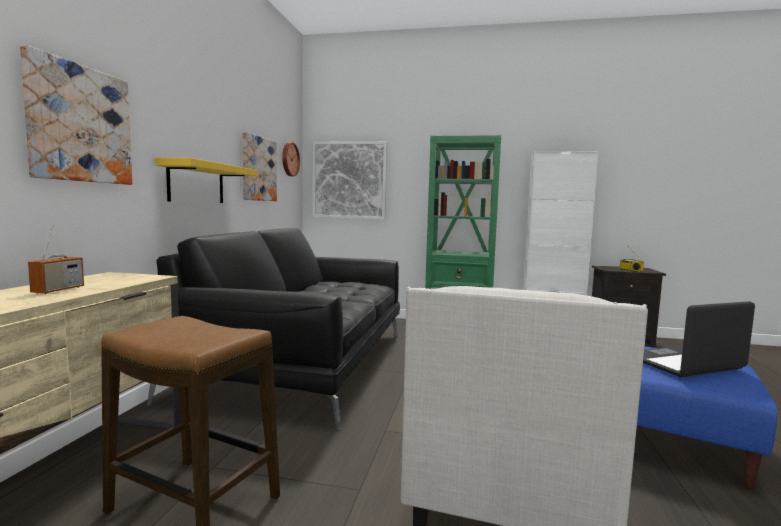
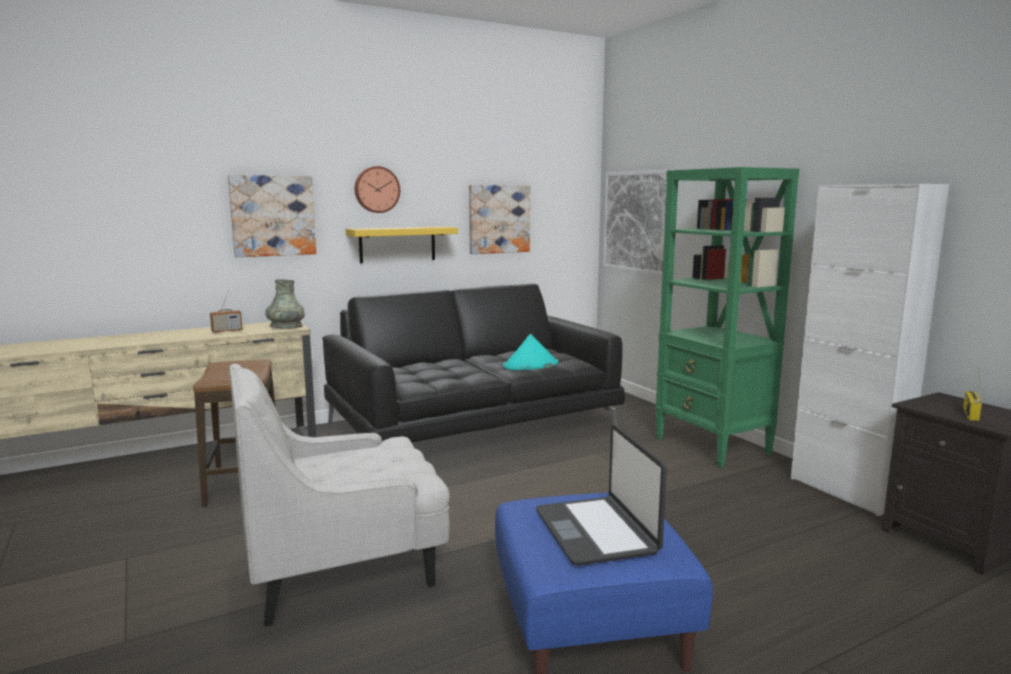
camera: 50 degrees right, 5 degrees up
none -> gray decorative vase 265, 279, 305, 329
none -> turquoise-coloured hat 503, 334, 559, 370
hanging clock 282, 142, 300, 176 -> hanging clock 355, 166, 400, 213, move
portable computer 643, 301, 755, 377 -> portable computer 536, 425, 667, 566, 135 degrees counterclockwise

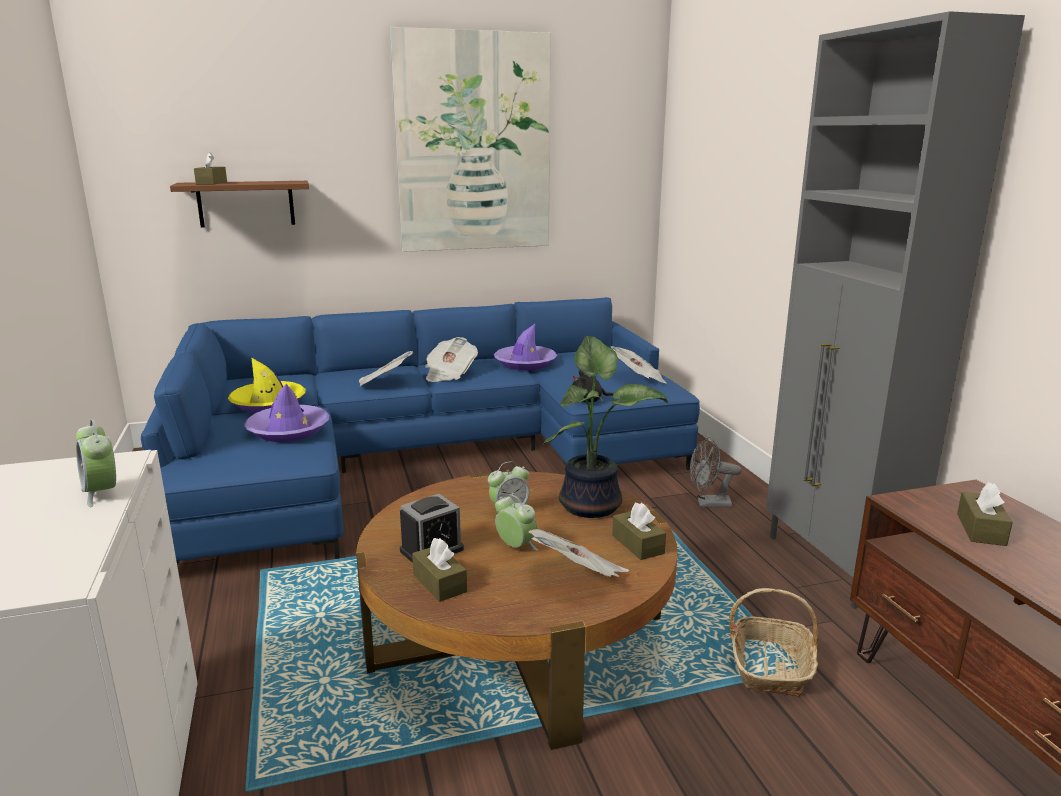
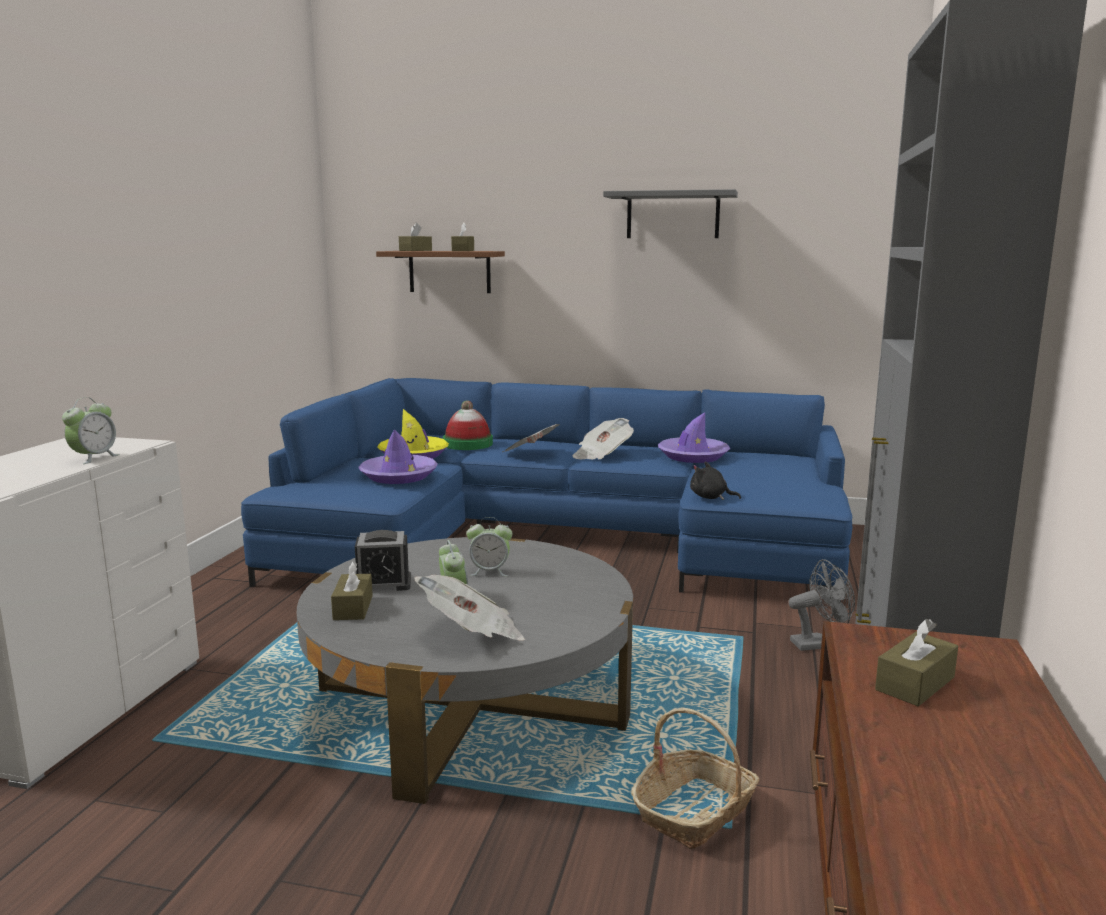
camera: 30 degrees right, 5 degrees down
plant in a pot 543, 336, 668, 518 -> none
printed paper 611, 346, 666, 383 -> none
none -> hat 443, 400, 493, 450
brown-coloured tissue holder 612, 503, 666, 560 -> brown-coloured tissue holder 451, 223, 474, 251, move
wall picture 389, 27, 551, 252 -> gray shelf 603, 189, 738, 238
brown-coloured coffee table 356, 472, 678, 750 -> gray coffee table 297, 537, 633, 804
alarm clock 76, 420, 116, 507 -> alarm clock 62, 397, 120, 464, 150 degrees counterclockwise
gray fan 690, 437, 742, 508 -> gray fan 789, 559, 855, 651, 135 degrees clockwise

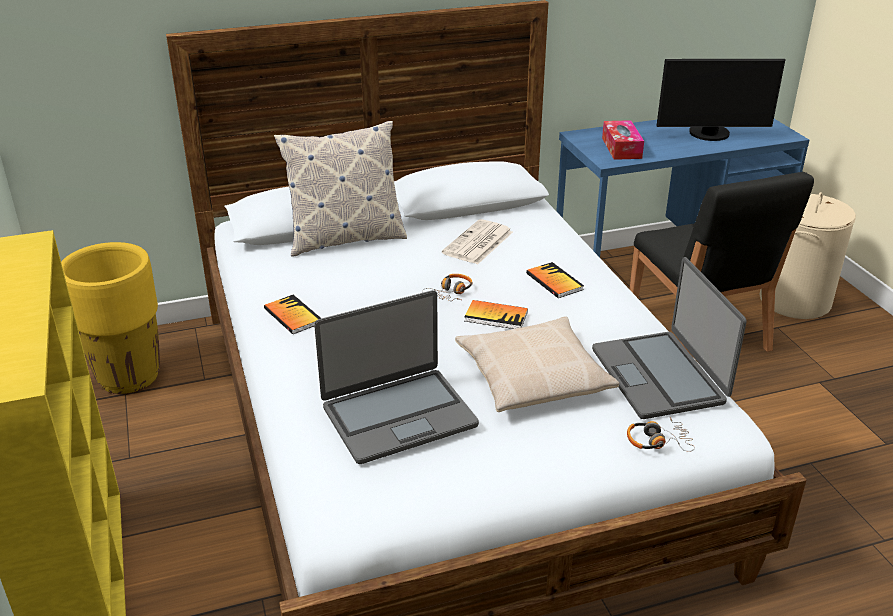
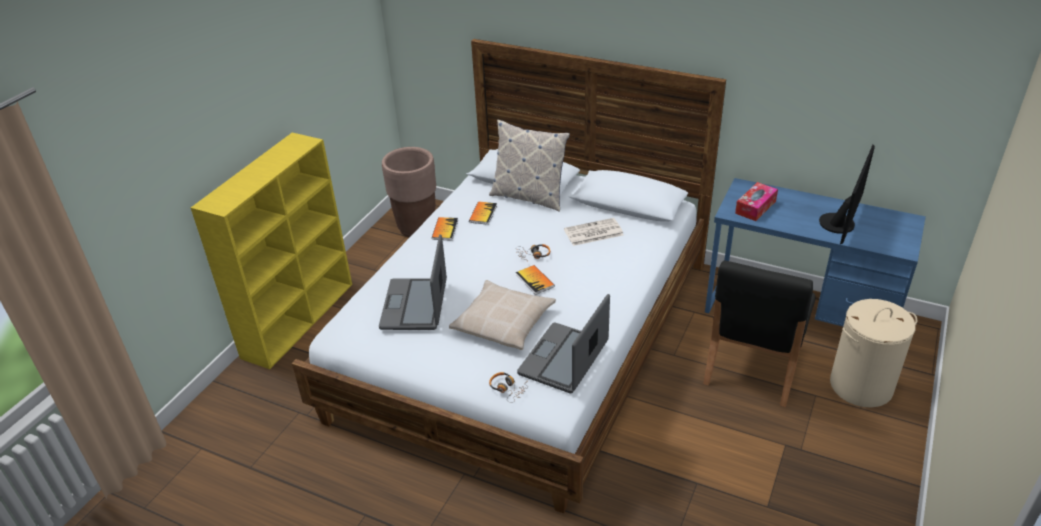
camera: 45 degrees right, 5 degrees up
bound book 526, 262, 584, 298 -> bound book 469, 201, 497, 225, move
yellow flower pot 61, 242, 160, 394 -> brown-coloured flower pot 382, 147, 436, 237
portable computer 314, 290, 479, 464 -> portable computer 379, 235, 447, 330, 75 degrees clockwise
monitor 656, 59, 786, 141 -> monitor 819, 145, 875, 244, 105 degrees counterclockwise

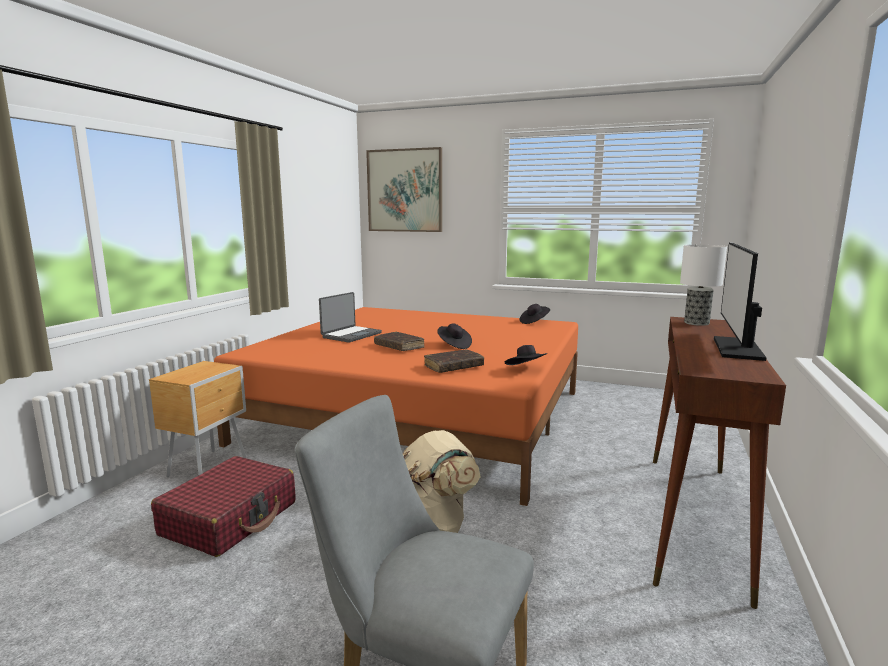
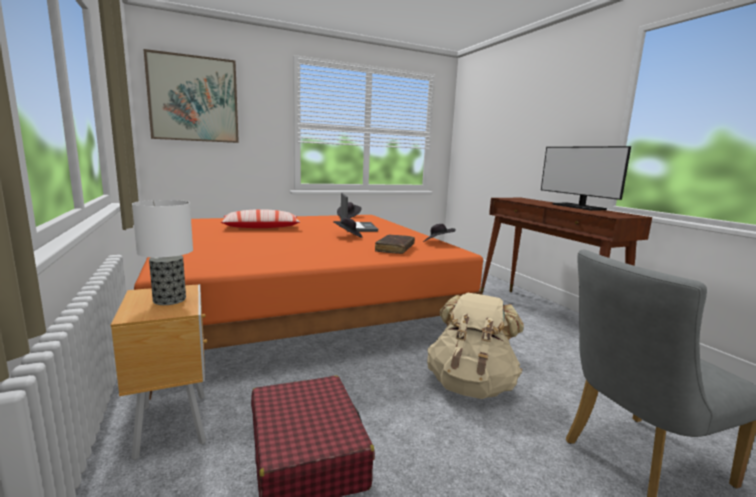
camera: 45 degrees left, 0 degrees up
brown-coloured bound book 374, 332, 425, 351 -> none
none -> cushion 221, 210, 300, 228
portable computer 319, 292, 382, 343 -> portable computer 341, 193, 378, 232, move
table lamp 680, 245, 727, 326 -> table lamp 132, 200, 193, 305, move

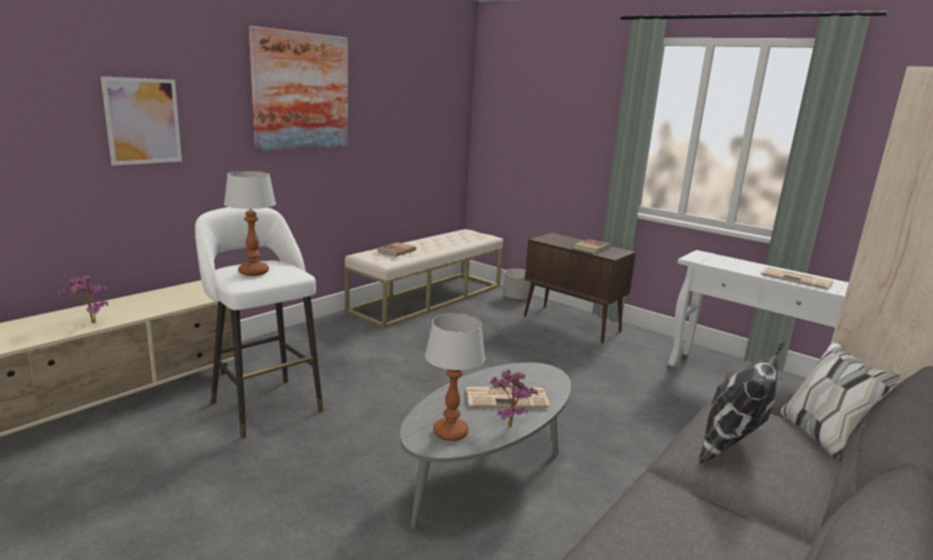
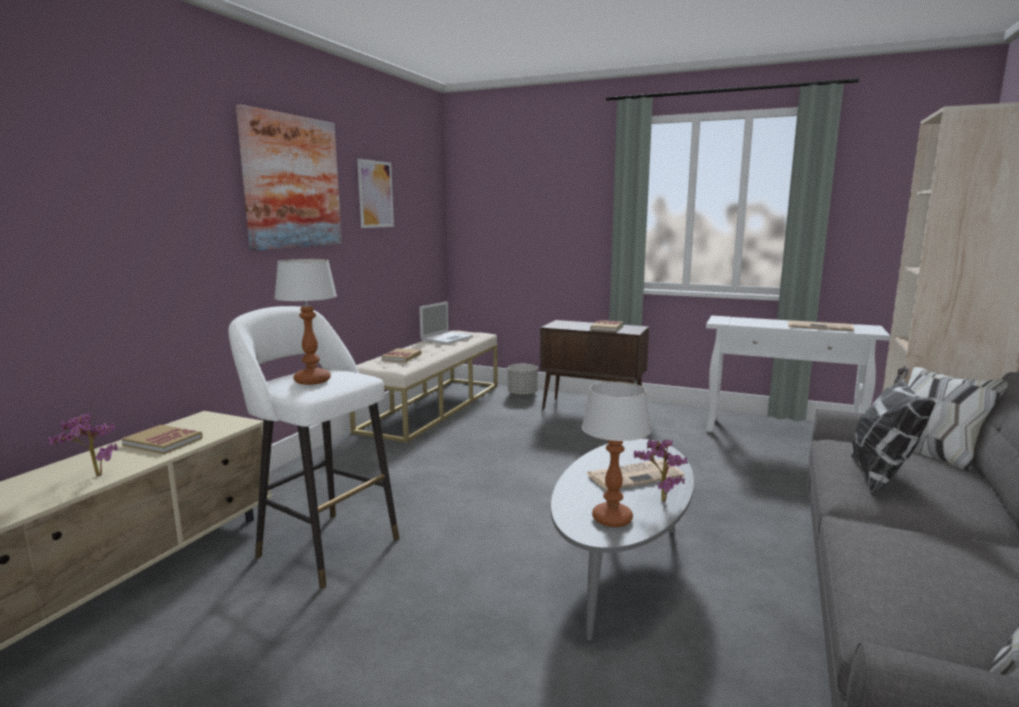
camera: 15 degrees left, 5 degrees down
none -> bound book 122, 425, 203, 454
none -> portable computer 419, 301, 473, 344
wall picture 101, 76, 182, 165 -> wall picture 357, 159, 394, 228, move

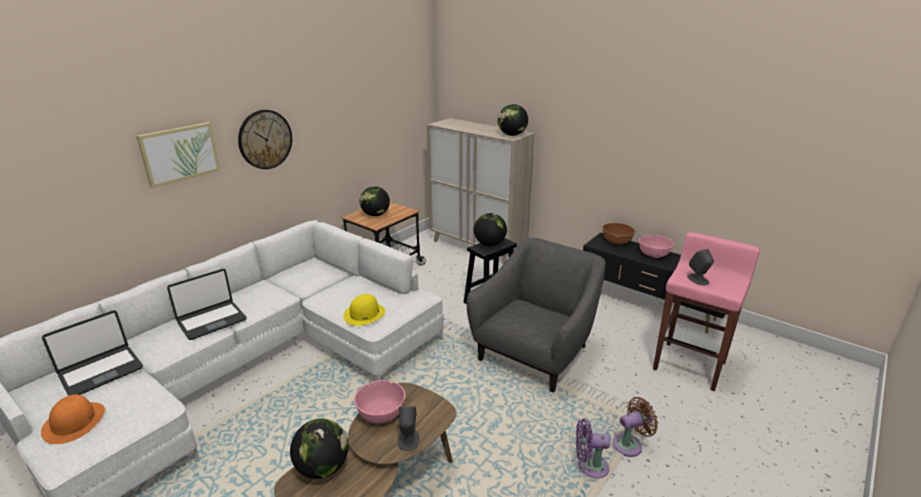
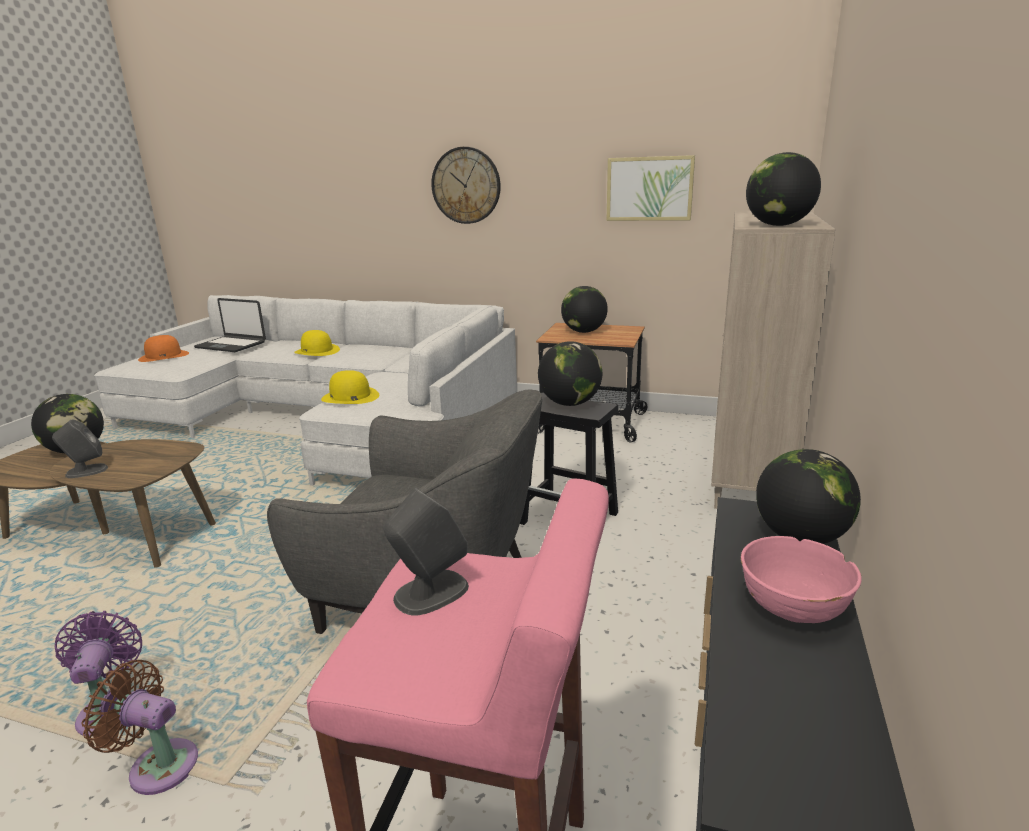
camera: 70 degrees right, 5 degrees down
pink-coloured deep dish 354, 380, 405, 423 -> none
wall picture 136, 122, 220, 188 -> wall picture 606, 155, 695, 221, move
portable computer 167, 269, 247, 340 -> yellow hat 294, 330, 340, 356
brown-coloured deep dish 603, 223, 635, 245 -> world globe 756, 449, 861, 544
brown-coloured fan 612, 397, 658, 457 -> brown-coloured fan 82, 660, 198, 795, 150 degrees clockwise

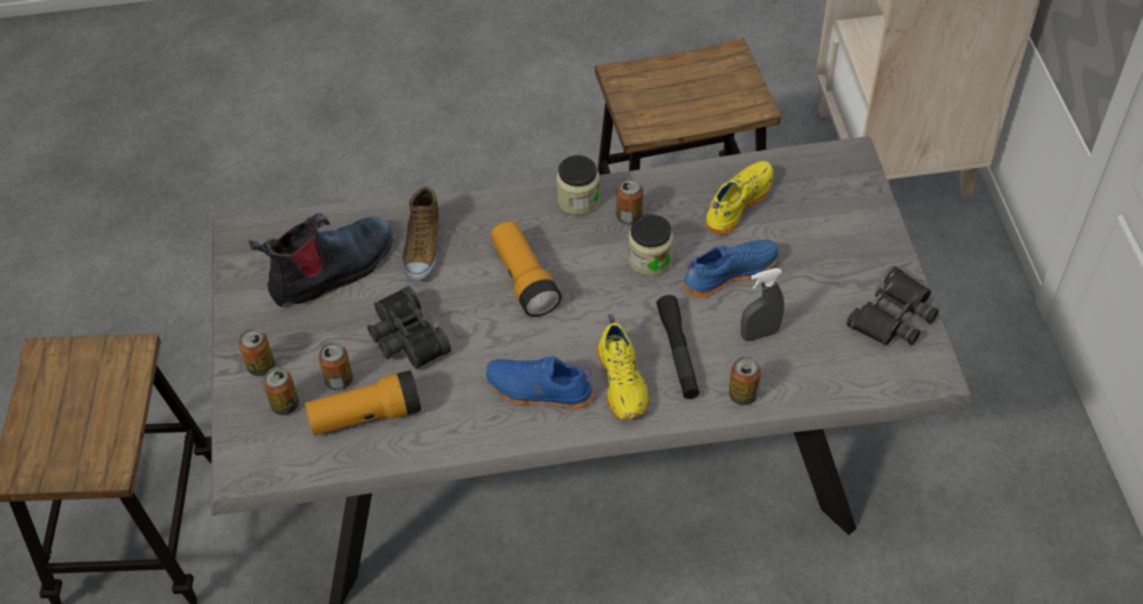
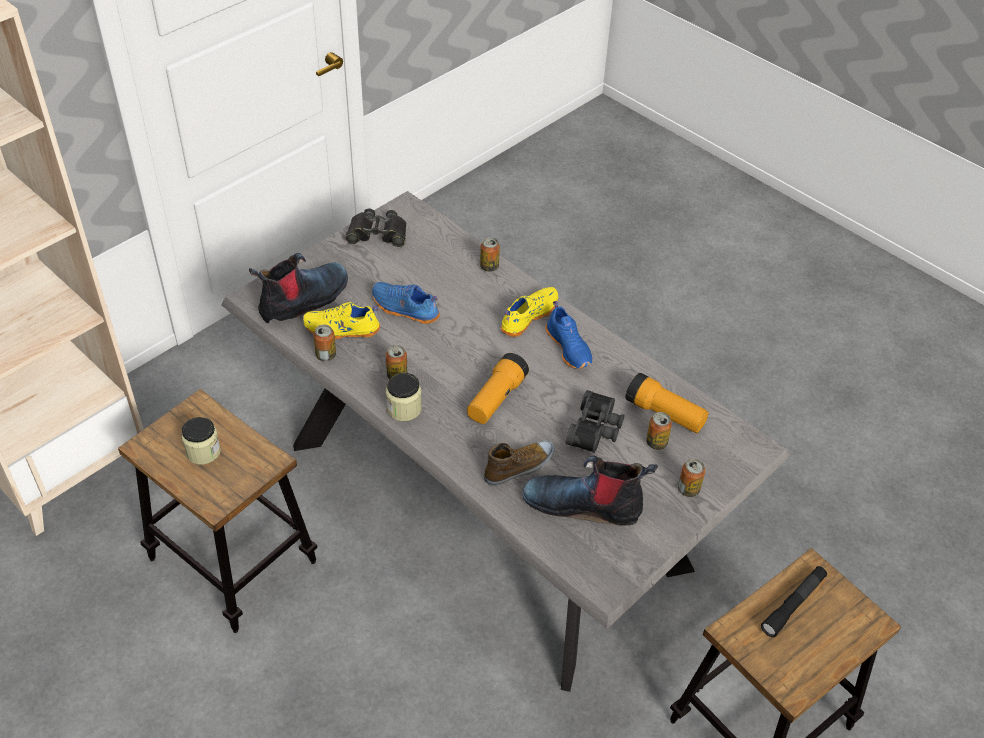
camera: 130 degrees left, 5 degrees down
gray sprayer 741, 268, 784, 341 -> none
none -> high-top boot 249, 253, 348, 323
can 263, 367, 299, 415 -> can 313, 324, 336, 361, move
preserve jar 628, 215, 673, 276 -> preserve jar 181, 417, 221, 465, move
blackish flashlight 656, 295, 700, 399 -> blackish flashlight 761, 566, 827, 637, move

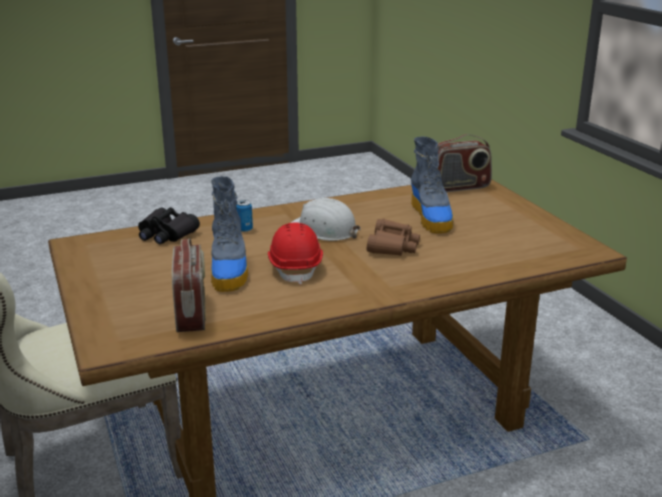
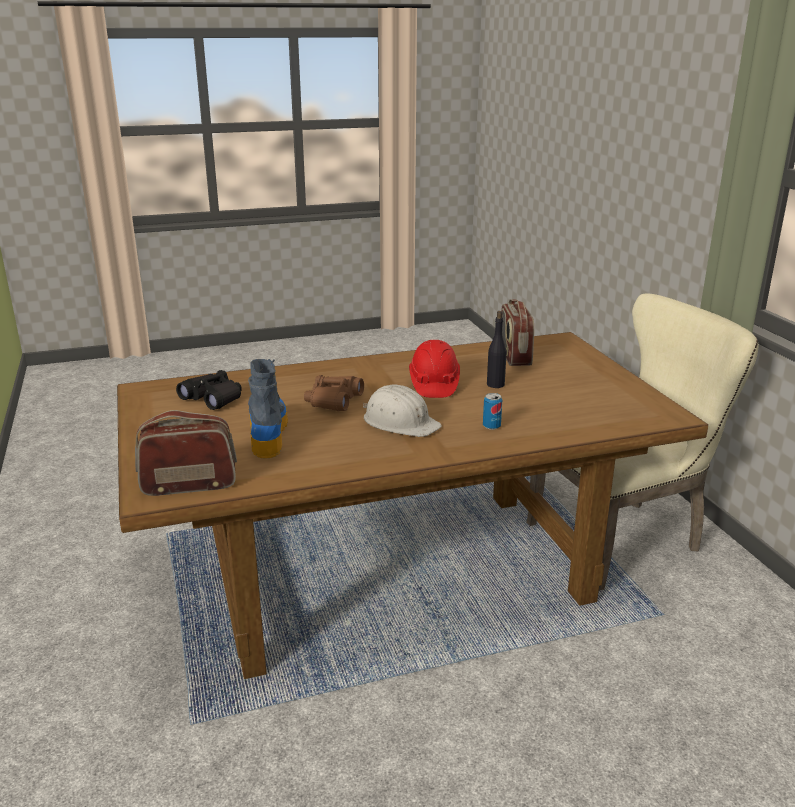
camera: 175 degrees left, 0 degrees up
blackish binoculars 138, 207, 200, 244 -> blackish binoculars 176, 370, 242, 410, move
high-top boot 211, 176, 248, 292 -> blackish bottle 487, 311, 507, 388

